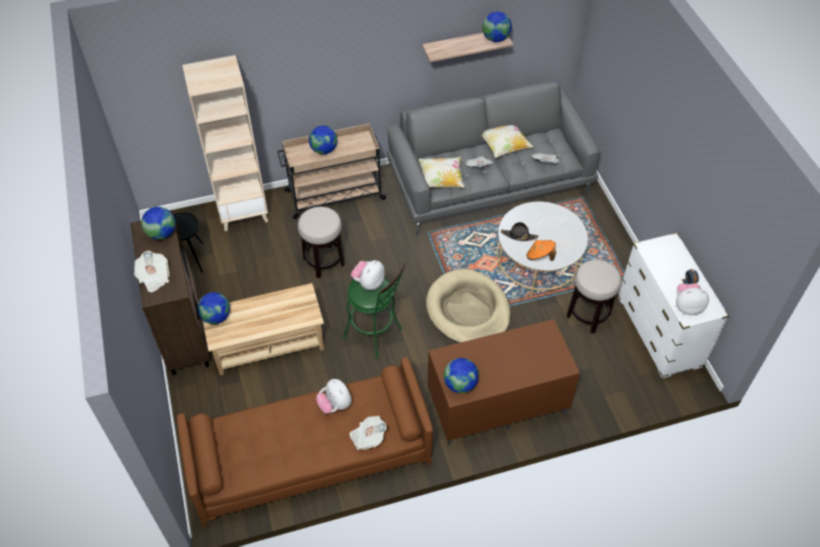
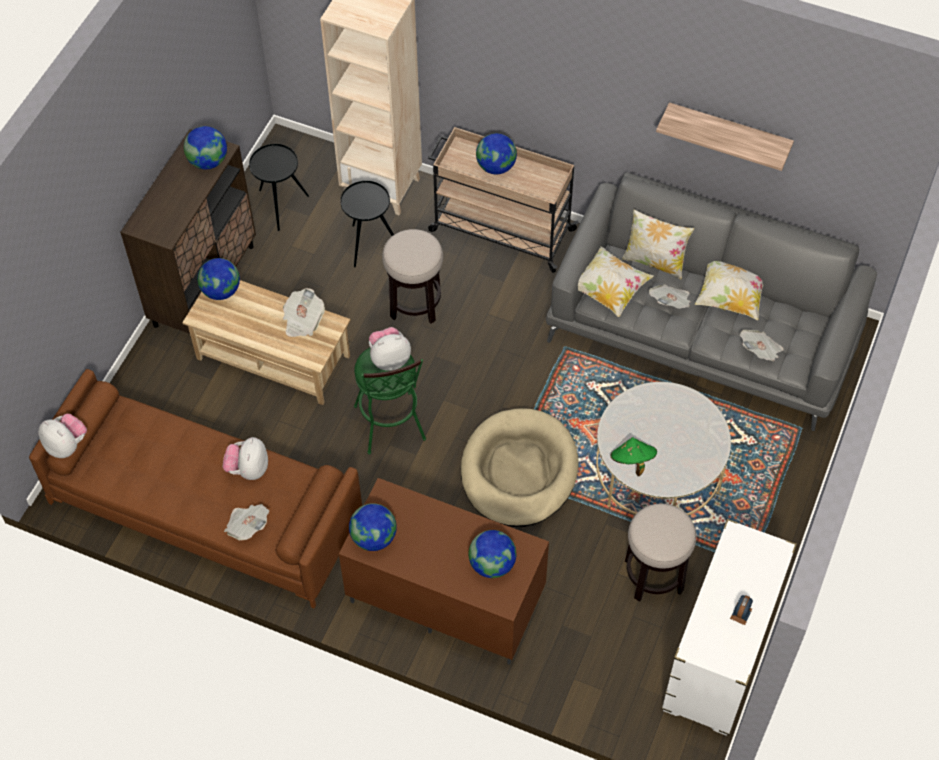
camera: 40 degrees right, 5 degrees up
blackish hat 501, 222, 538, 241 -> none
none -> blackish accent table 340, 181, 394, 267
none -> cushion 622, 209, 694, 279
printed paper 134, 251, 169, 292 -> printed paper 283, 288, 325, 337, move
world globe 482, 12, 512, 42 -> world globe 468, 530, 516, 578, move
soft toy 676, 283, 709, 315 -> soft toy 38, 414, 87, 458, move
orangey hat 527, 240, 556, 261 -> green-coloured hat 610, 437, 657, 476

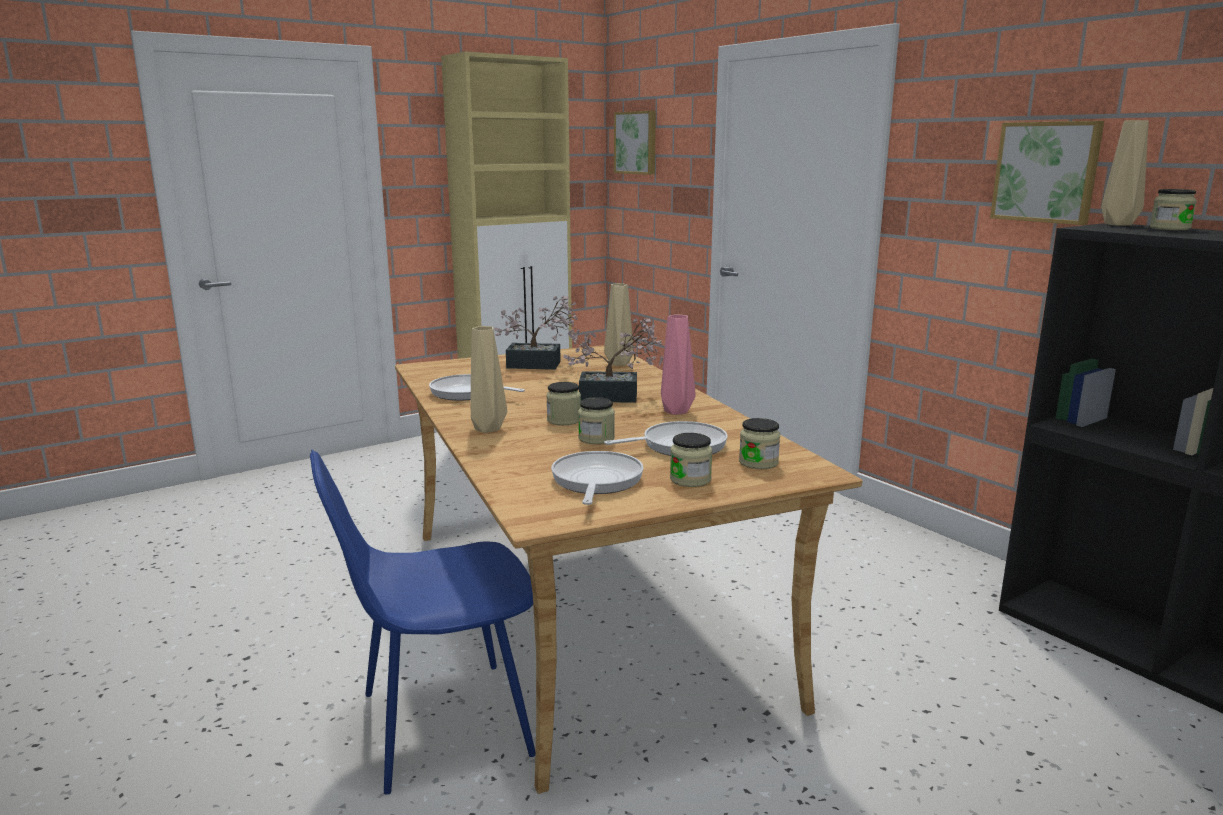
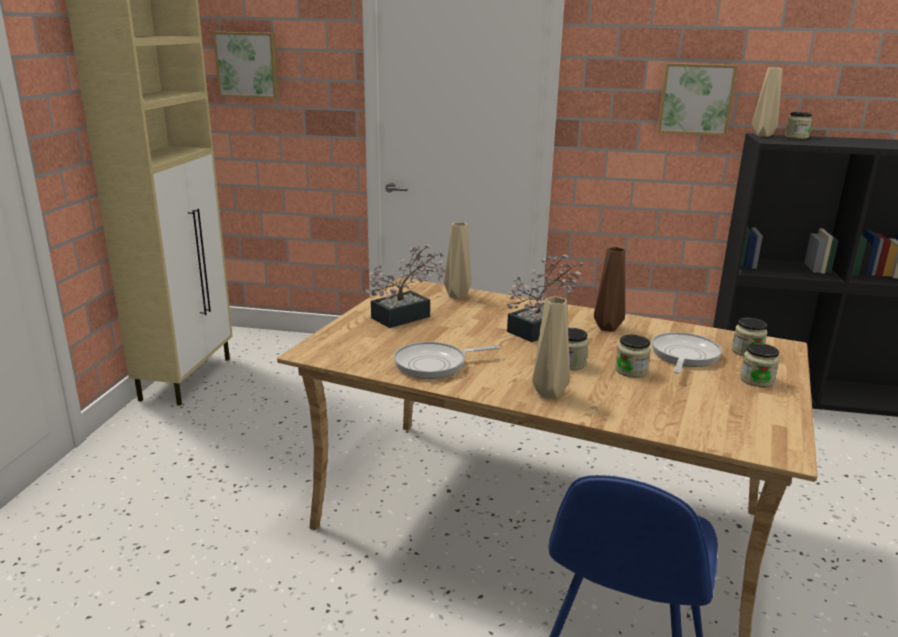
camera: 45 degrees left, 5 degrees up
skillet 551, 451, 644, 505 -> none
pink-coloured decorative vase 661, 314, 696, 415 -> brown-coloured decorative vase 594, 247, 625, 331

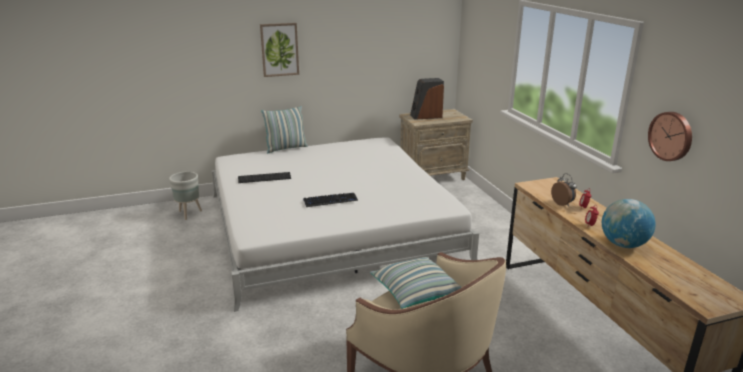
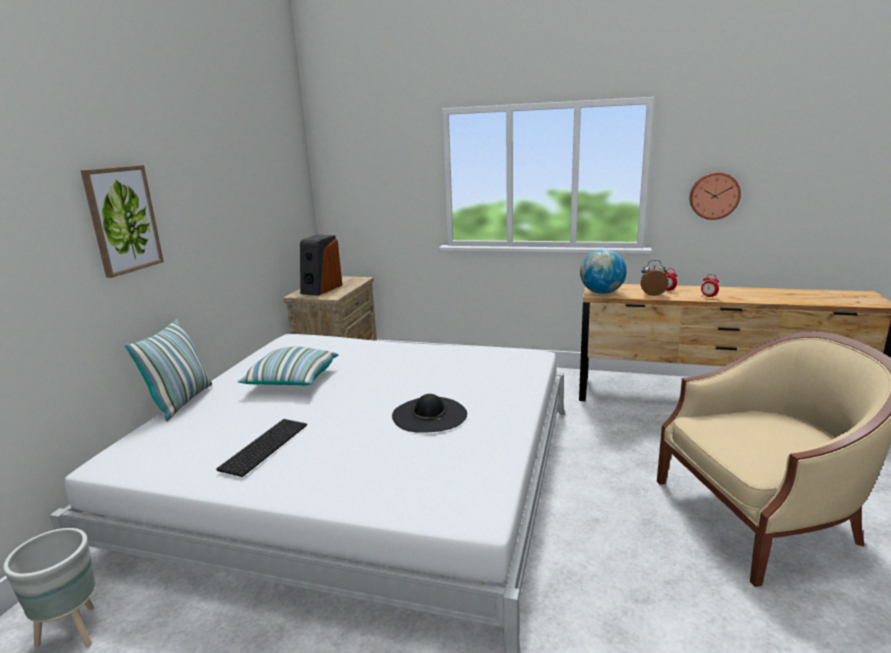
camera: 55 degrees left, 5 degrees down
cushion 370, 257, 462, 309 -> cushion 237, 346, 338, 385, move
world globe 602, 199, 656, 248 -> world globe 580, 249, 627, 294, move
PC keyboard 303, 193, 358, 207 -> blackish hat 392, 394, 467, 433

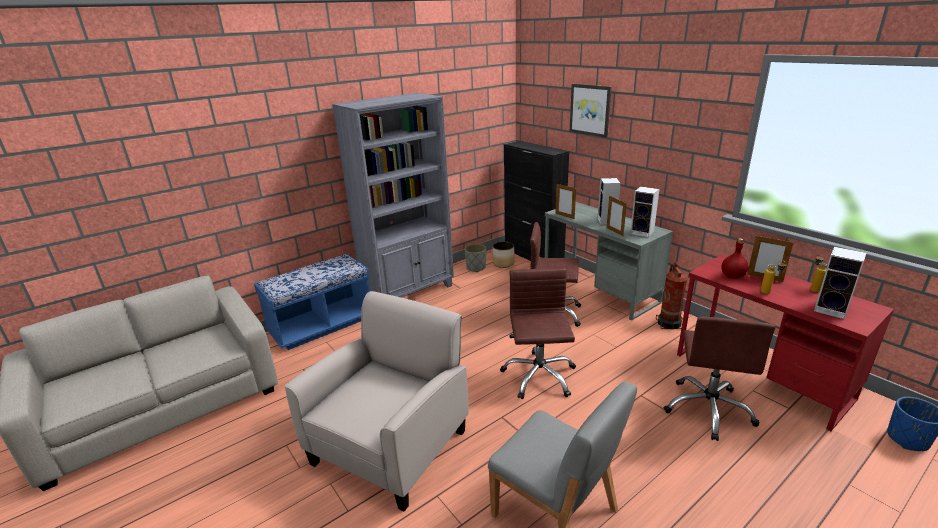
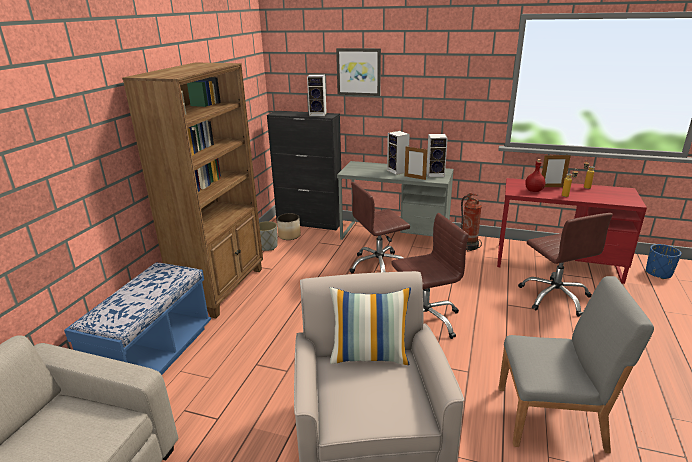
camera: 35 degrees left, 0 degrees up
standing frame 555, 184, 576, 219 -> none
none -> cushion 330, 287, 411, 365
speaker 814, 247, 866, 319 -> speaker 307, 74, 327, 116, move
gray bookcase 332, 93, 454, 297 -> brown-coloured bookcase 122, 62, 263, 318
brown-coloured office chair 500, 268, 576, 399 -> brown-coloured office chair 391, 213, 469, 339, 105 degrees clockwise

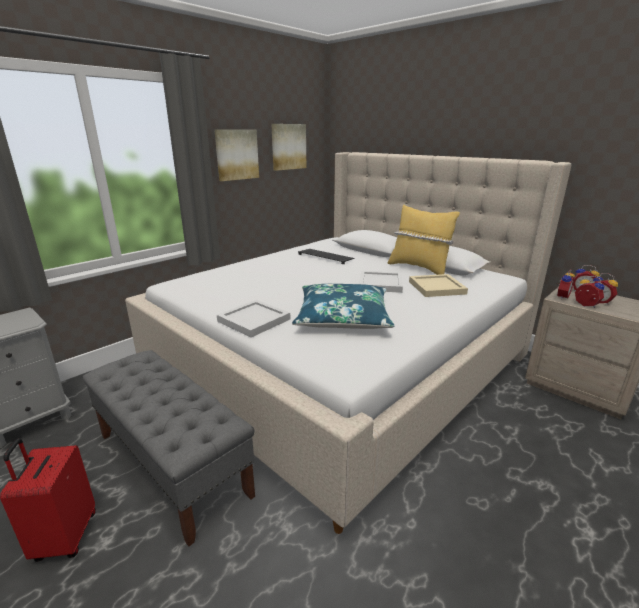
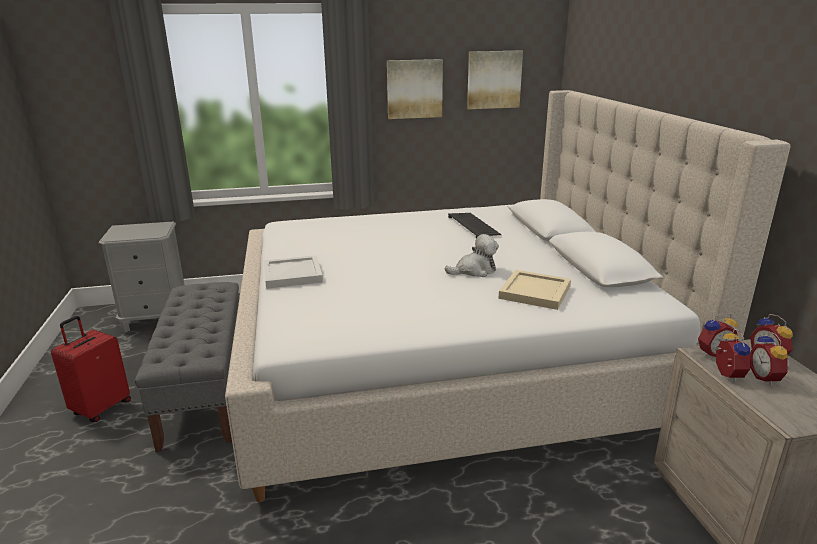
camera: 35 degrees right, 0 degrees up
blue-coloured cushion 292, 284, 395, 329 -> none
yellow cushion 388, 205, 460, 275 -> none
white tray 359, 271, 403, 293 -> soft toy 444, 234, 499, 277

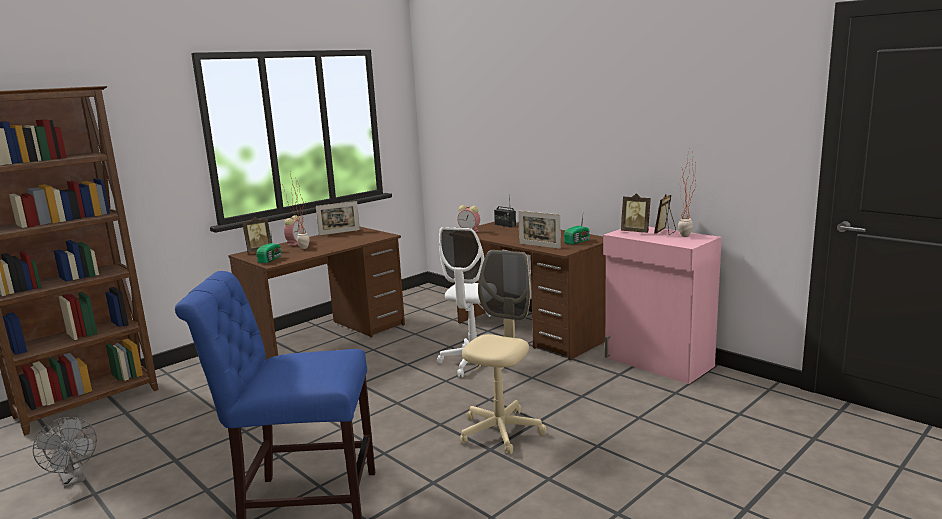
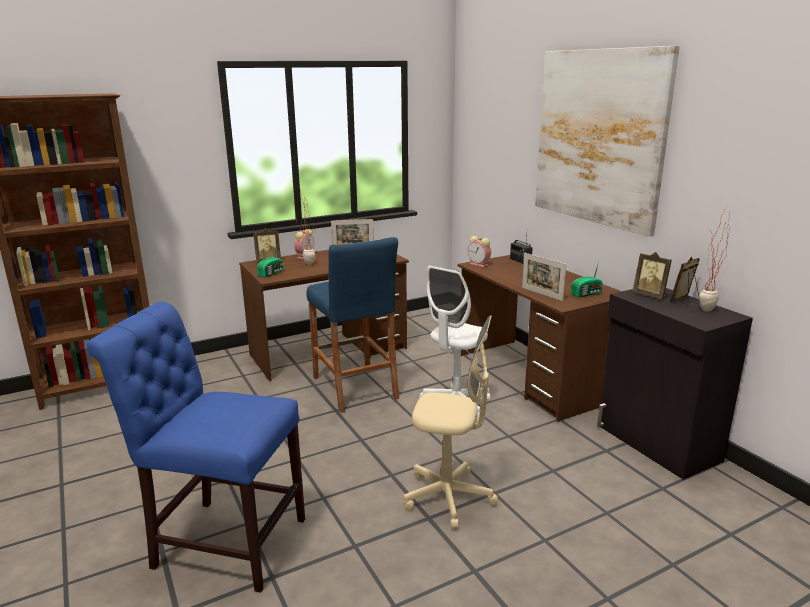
camera: 15 degrees right, 5 degrees up
gray fan 33, 417, 97, 487 -> none
none -> blue-coloured stool seat 306, 237, 399, 413
none -> wall picture 535, 46, 680, 237
pink-coloured cupboard 603, 227, 722, 384 -> blackish cupboard 597, 288, 753, 480
beige office chair 460, 250, 546, 454 -> beige office chair 404, 315, 498, 529, 60 degrees clockwise

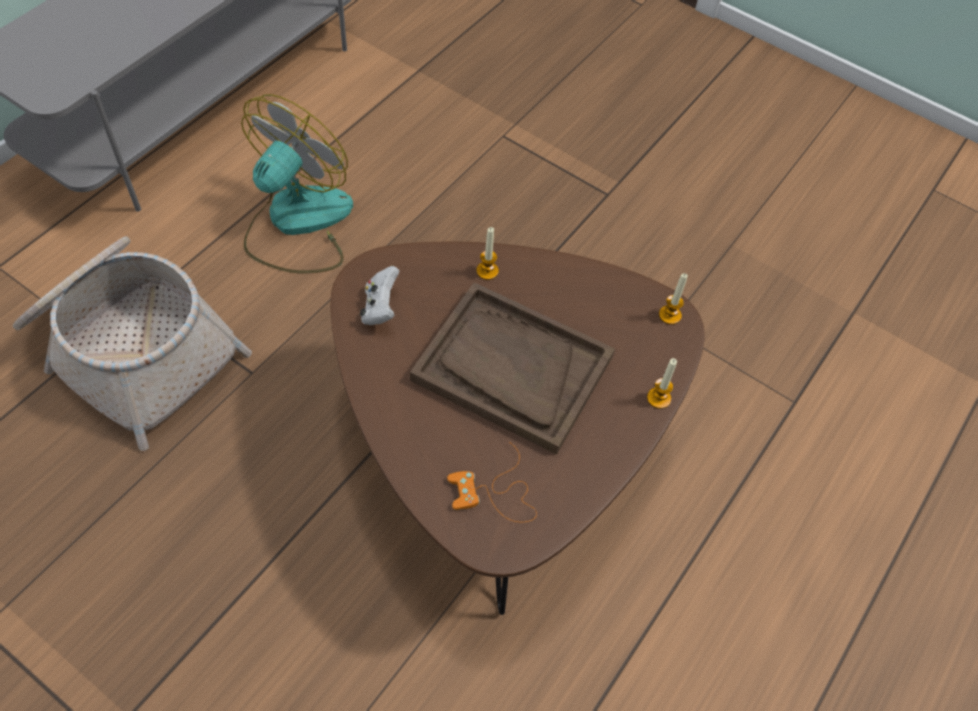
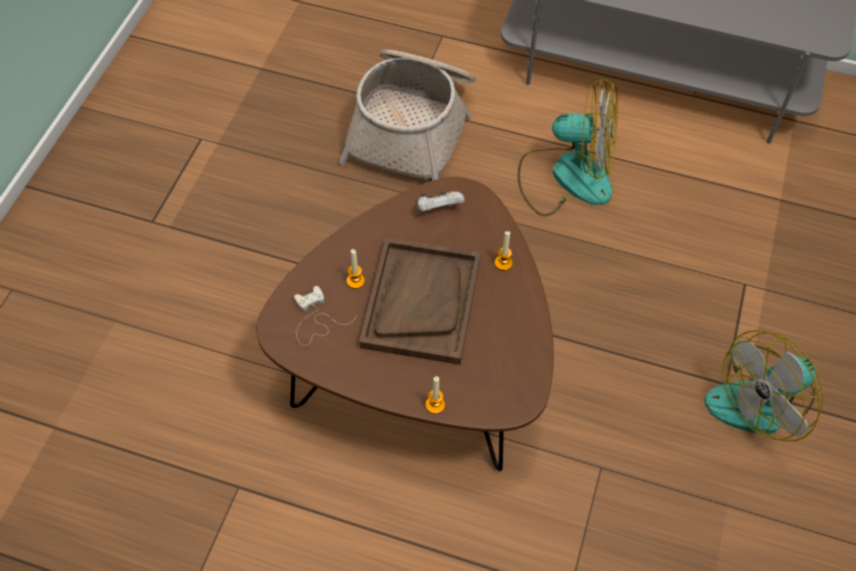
camera: 75 degrees right, 0 degrees up
none -> fan 704, 330, 824, 441
candle 659, 273, 688, 325 -> candle 347, 249, 365, 289, move
orangey joypad 447, 442, 537, 522 -> white joypad 294, 286, 357, 346

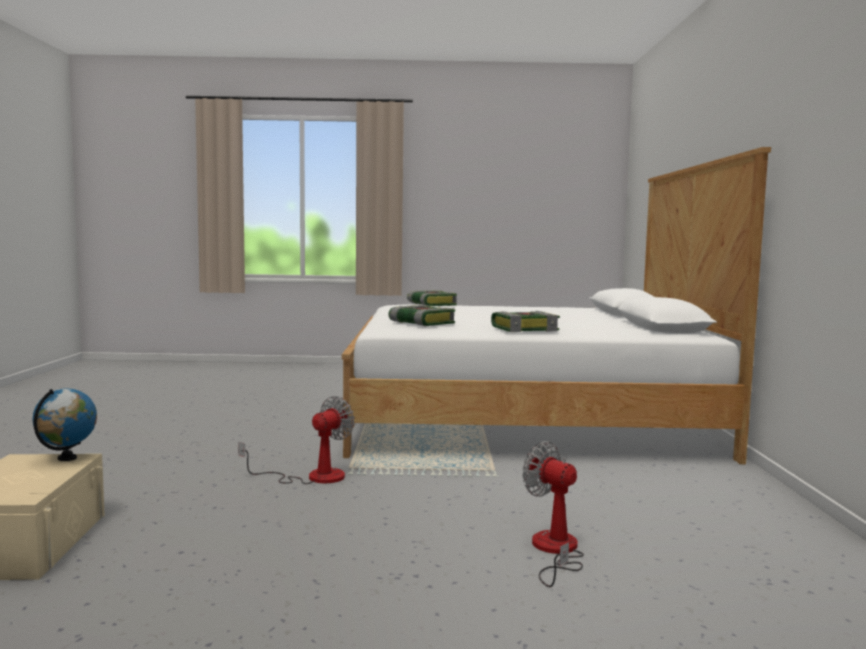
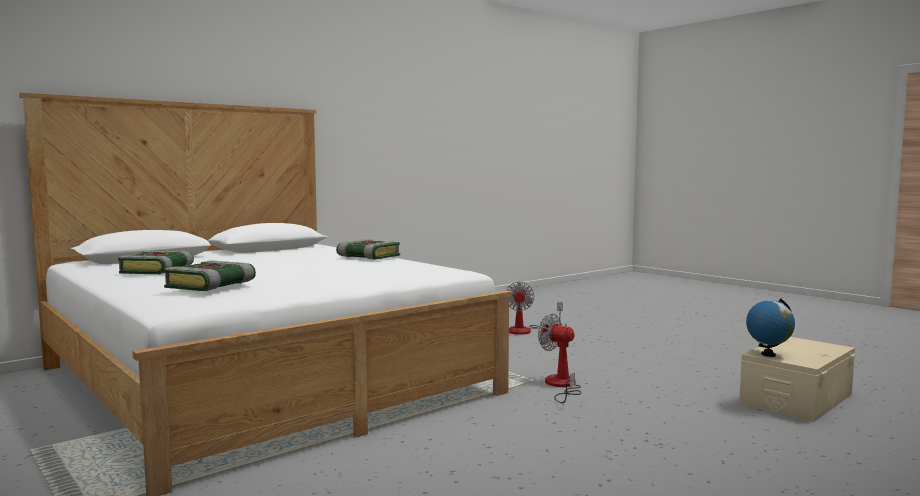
camera: 130 degrees left, 0 degrees up
bound book 388, 305, 455, 326 -> bound book 118, 250, 194, 274, move
fan 238, 396, 355, 484 -> fan 538, 313, 581, 403, 45 degrees clockwise

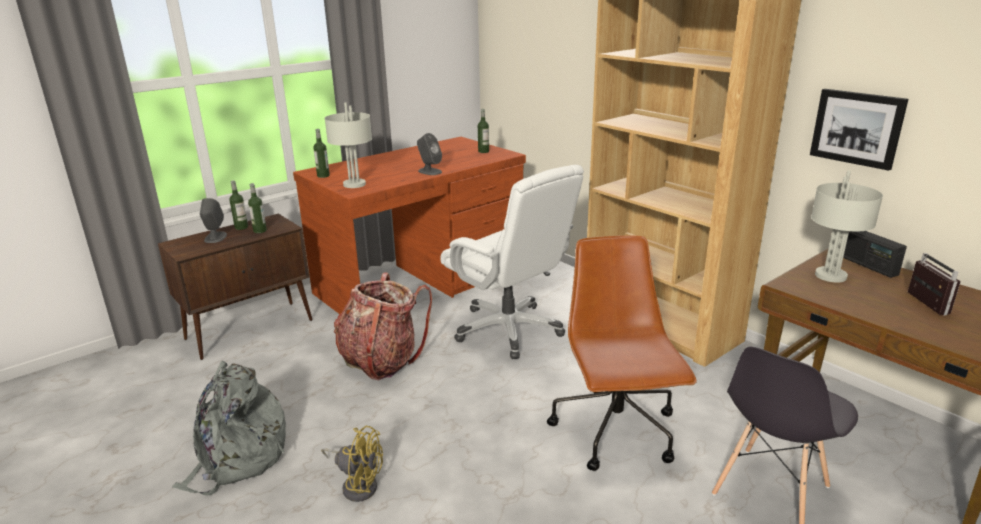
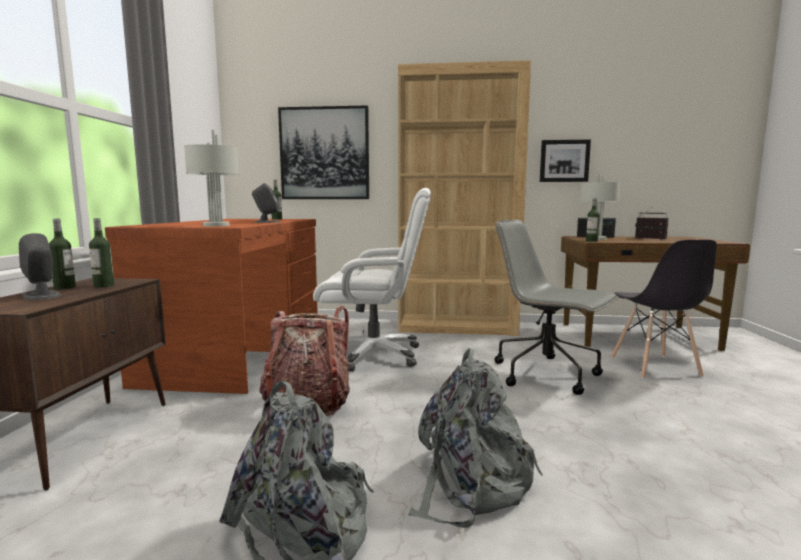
camera: 45 degrees left, 15 degrees down
none -> wall picture 278, 106, 369, 199
bottle 313, 129, 330, 178 -> bottle 586, 198, 600, 242, move
yellow fan 321, 426, 383, 502 -> gray rucksack 408, 348, 543, 528
brown-coloured office chair 547, 235, 697, 471 -> gray office chair 494, 220, 618, 395

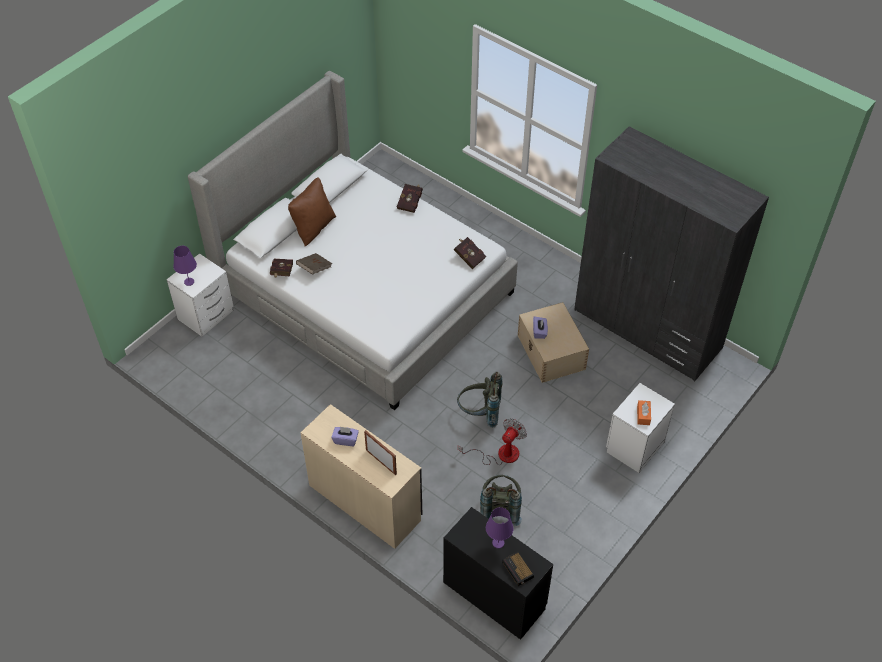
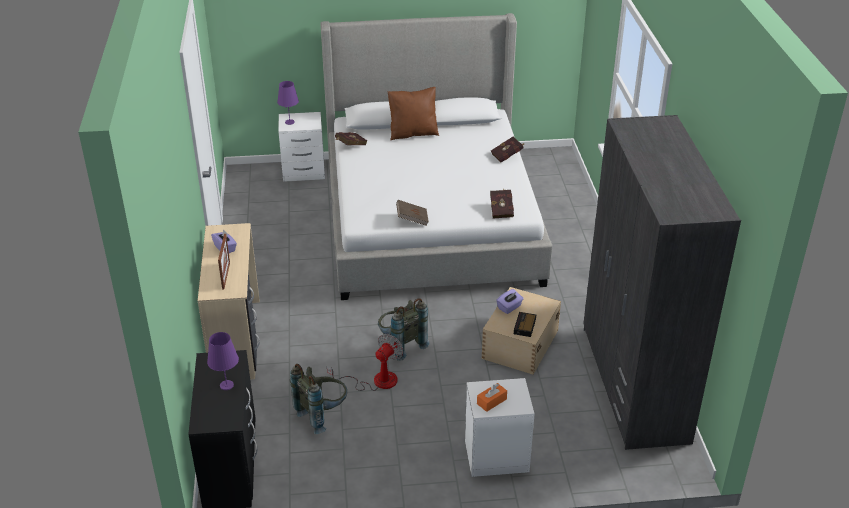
camera: 45 degrees right, 15 degrees down
brown-coloured bound book 296, 253, 332, 275 -> brown-coloured bound book 396, 200, 429, 226, move
alarm clock 502, 552, 534, 586 -> alarm clock 514, 312, 536, 337, move
fan 458, 419, 527, 465 -> fan 327, 334, 403, 391, 45 degrees counterclockwise

